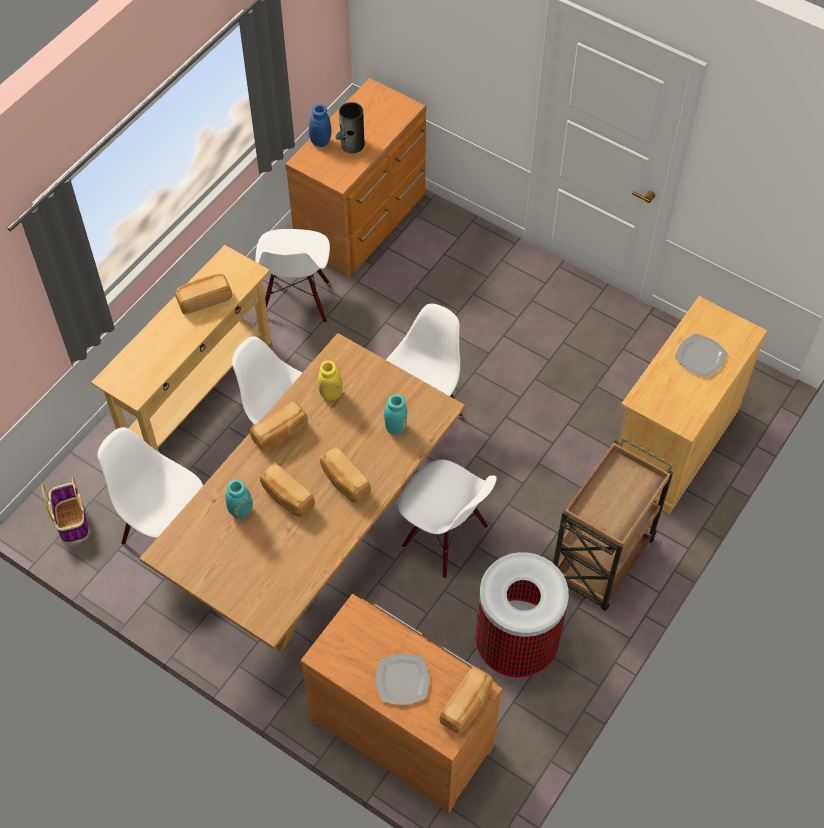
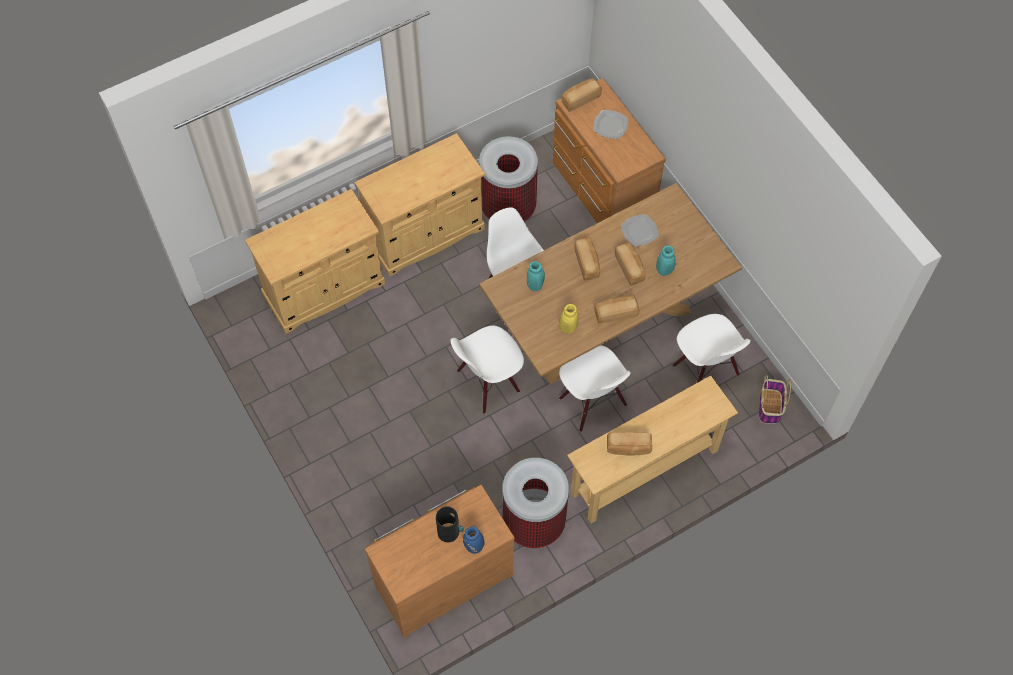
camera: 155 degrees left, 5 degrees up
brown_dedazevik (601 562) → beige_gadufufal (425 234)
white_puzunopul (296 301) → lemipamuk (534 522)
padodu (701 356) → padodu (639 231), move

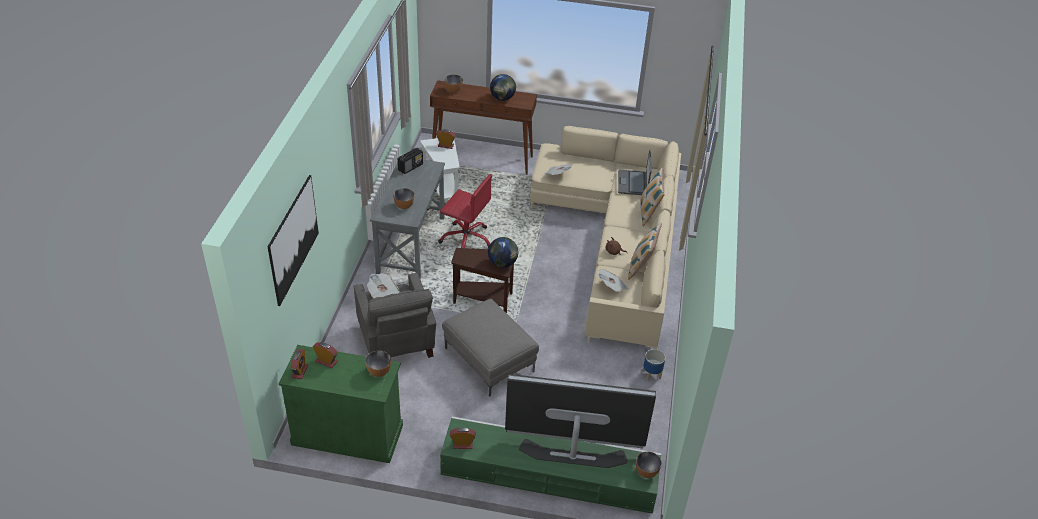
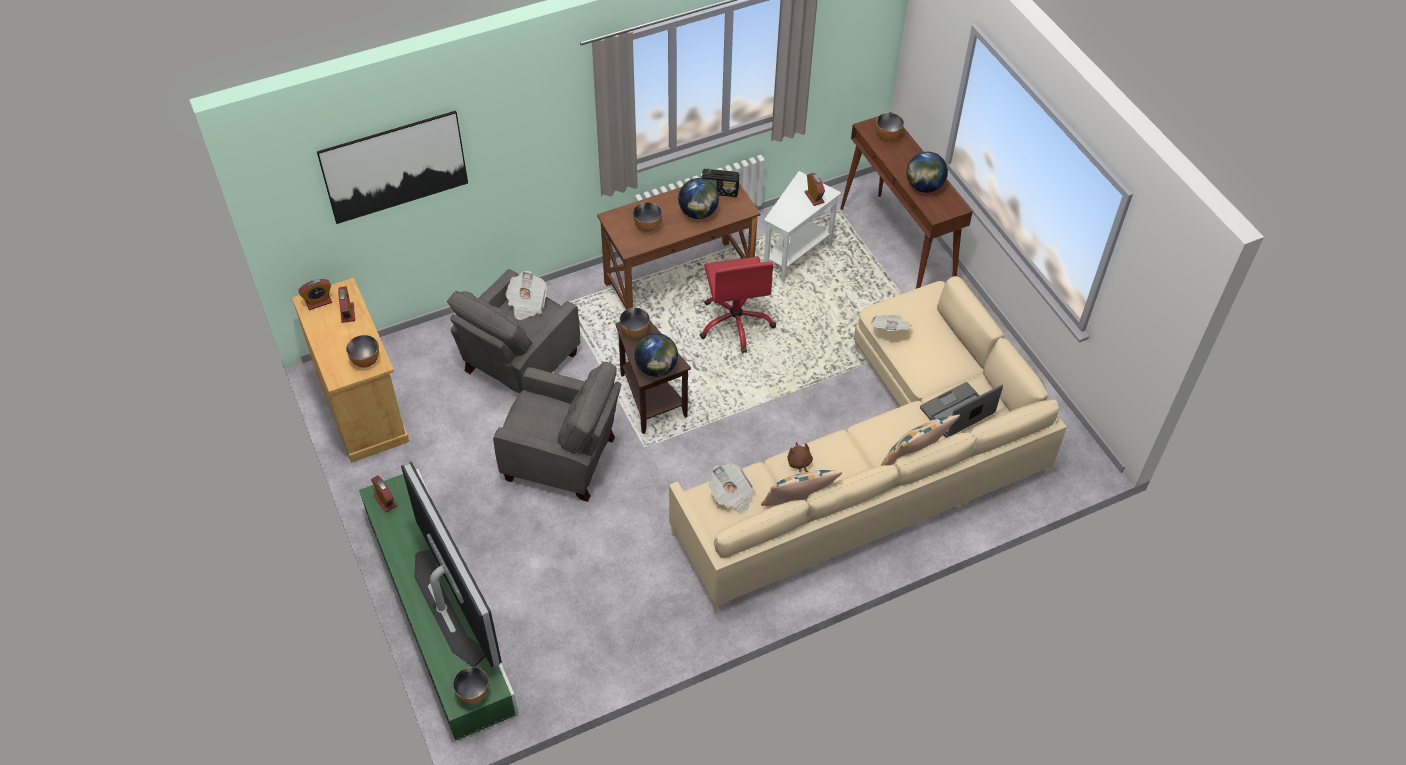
camera: 55 degrees right, 10 degrees up
green_gadufufal (347 434) → beige_gadufufal (362 406)
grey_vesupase (490 360) → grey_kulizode (563 459)
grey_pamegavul (410 244) → brown_pamegavul (678 281)
- → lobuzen (634 332)
- → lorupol (698 213)
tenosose (651 375) → -

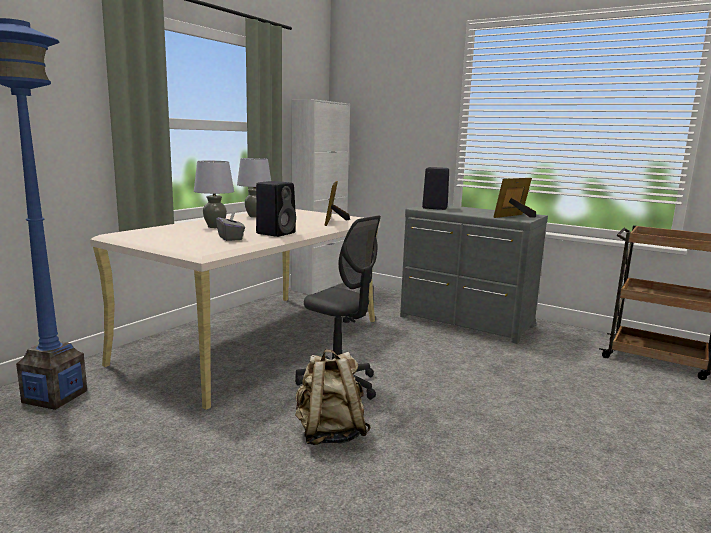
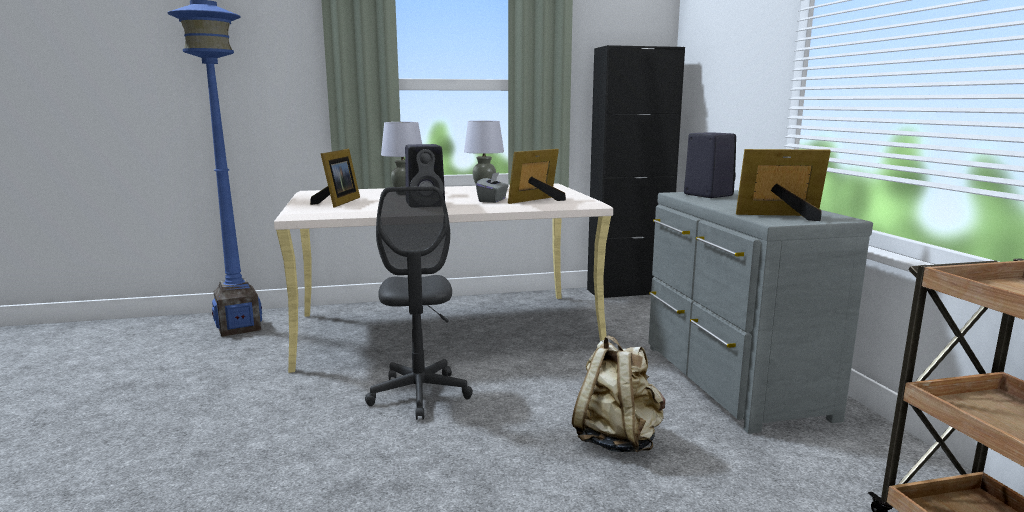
camera: 45 degrees right, 0 degrees up
- → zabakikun (338 202)
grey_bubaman (230 238) → grey_bubaman (492 200), move
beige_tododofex (330 433) → beige_tododofex (617 440), move
white_gadufufal (319 286) → black_gadufufal (627 291)

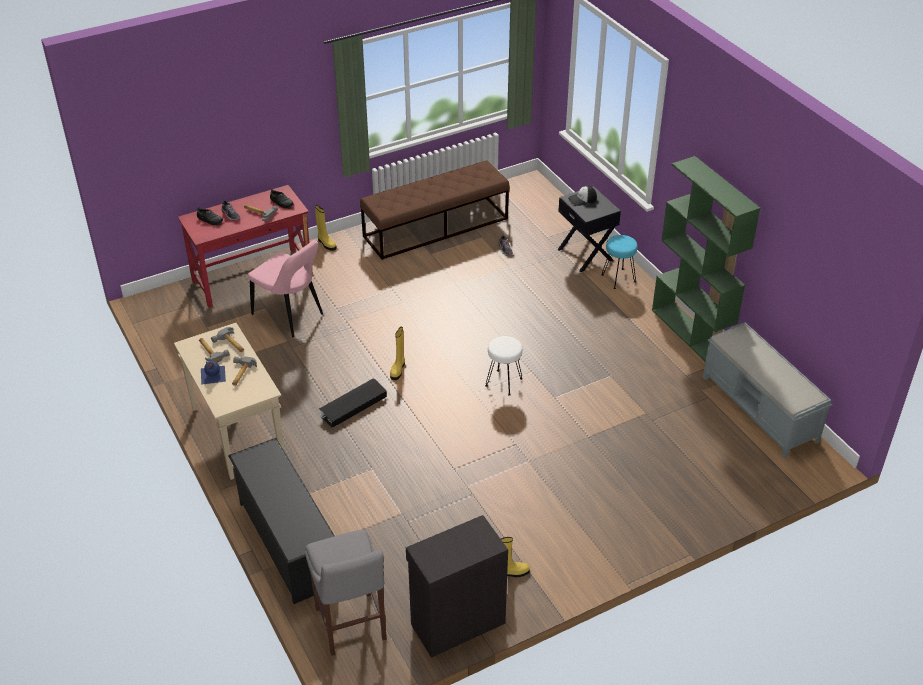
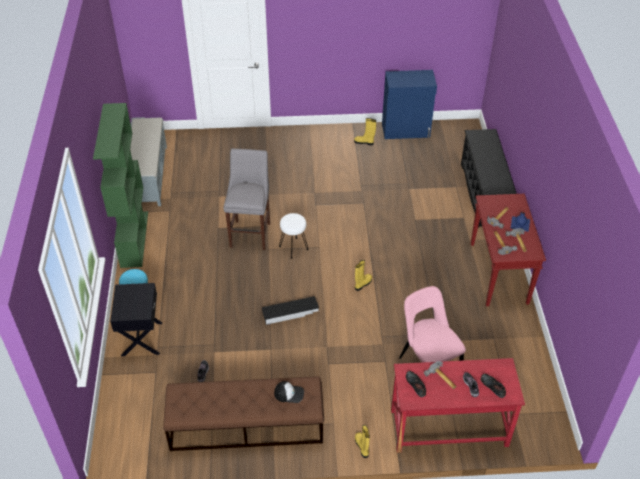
camera: 155 degrees left, 5 degrees up
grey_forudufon (351 627) → grey_forudufon (251 233), move
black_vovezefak (353 406) → black_vovezefak (290 312), move
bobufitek (582 199) → bobufitek (289 393), move
black_gadufufal (456 622) → blue_gadufufal (406 131)
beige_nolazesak (236 433) → red_nolazesak (499 274)

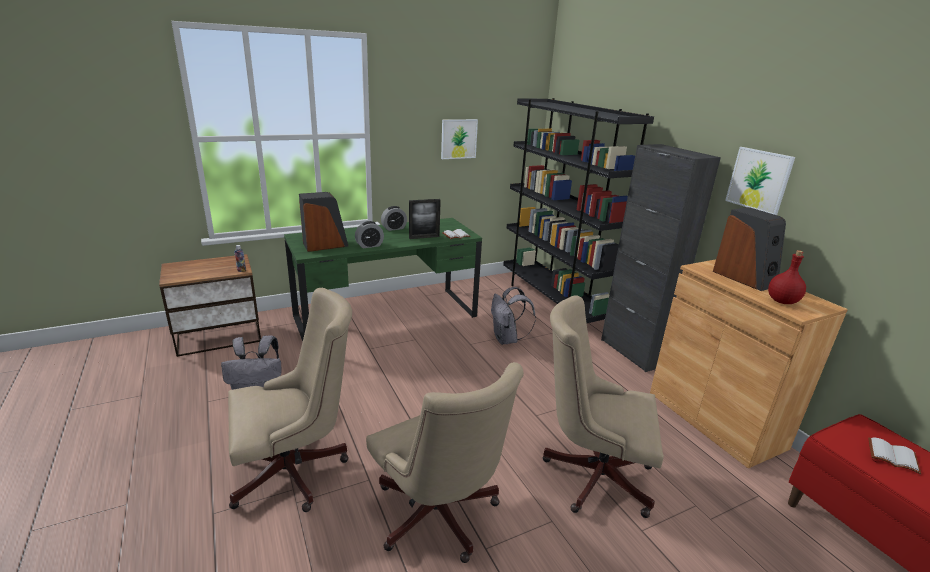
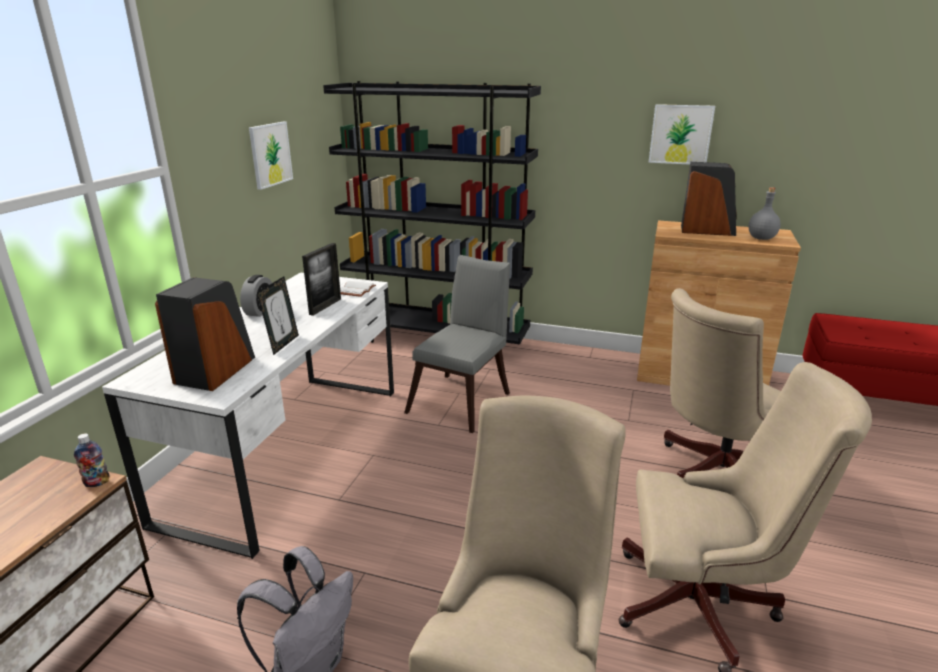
camera: 45 degrees left, 0 degrees up
green_pamegavul (386 316) → white_pamegavul (289 450)
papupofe (369 245) → zabakikun (283 344)
grey_tododofex (507 340) → grey_puzunopul (463 400)
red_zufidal (782 302) → grey_zufidal (762 238)
black_gadufufal (632 352) → -
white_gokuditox (892 456) → -

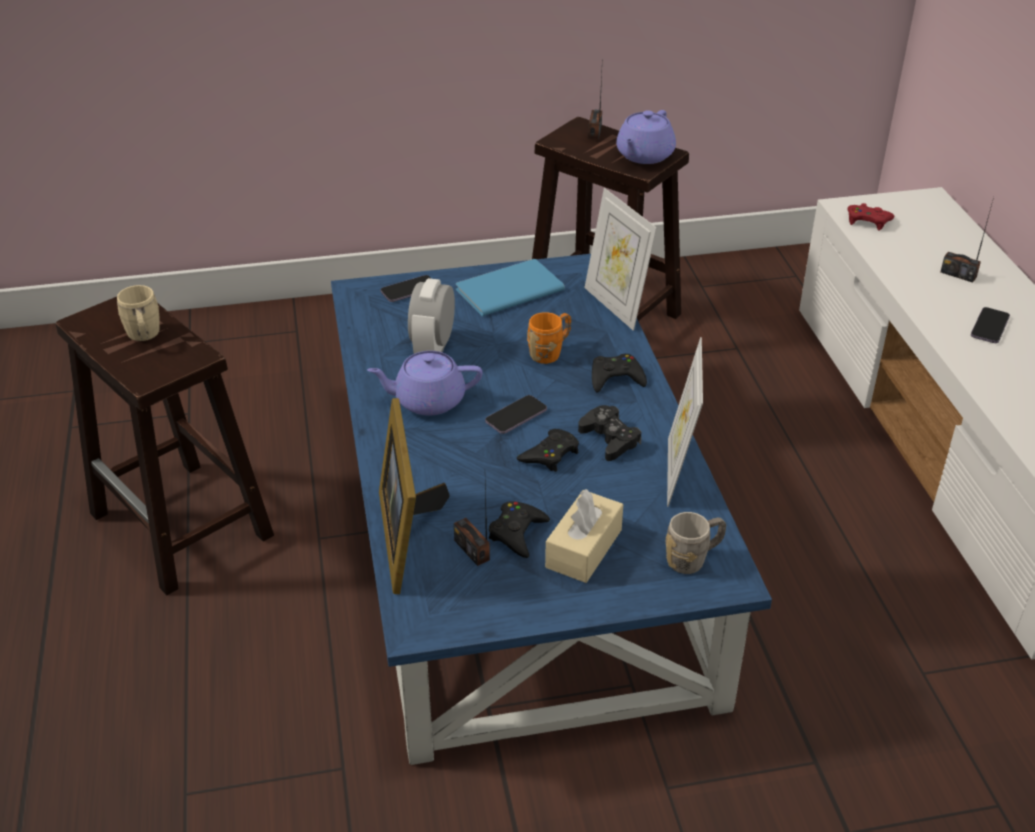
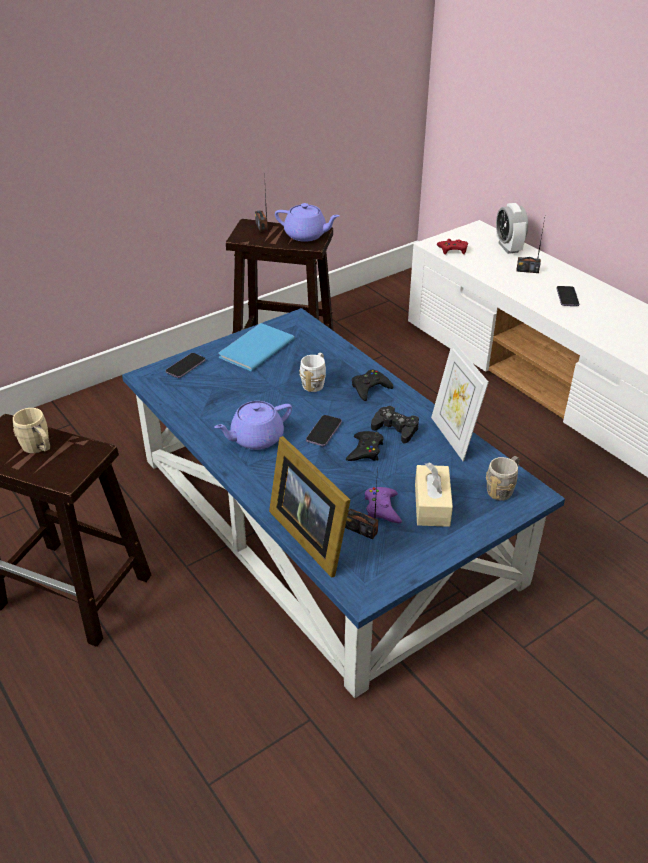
camera: 25 degrees left, 0 degrees up
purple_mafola (644 156) → purple_mafola (306 235), 75 degrees counterclockwise
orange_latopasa (550 352) → white_latopasa (315 383)
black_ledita (517 533) → purple_ledita (382 508)
papupofe (433 349) → papupofe (508 247), move
zabakikun (616 306) → -

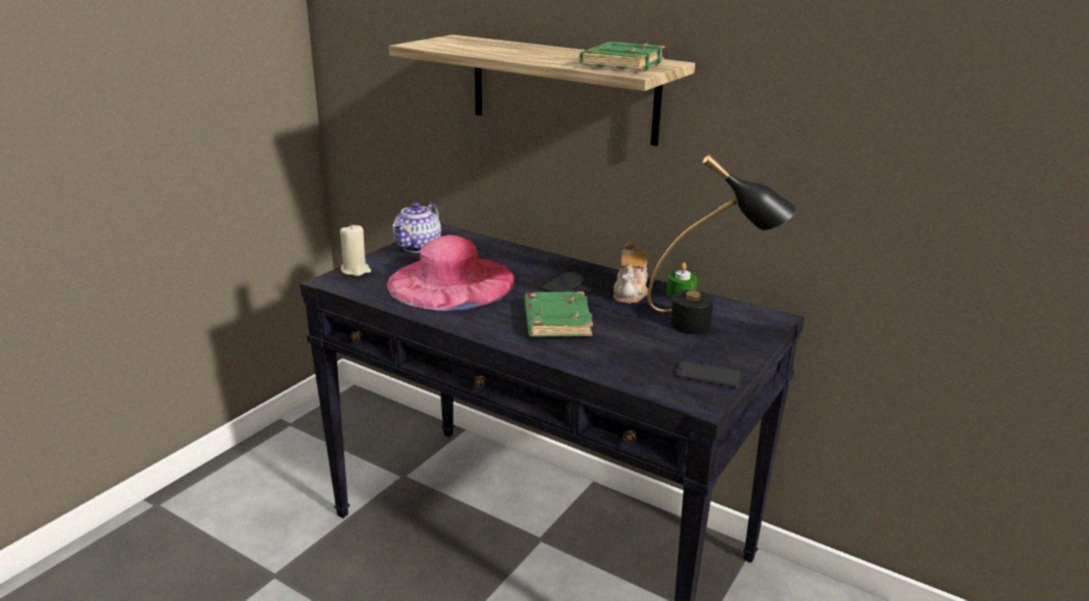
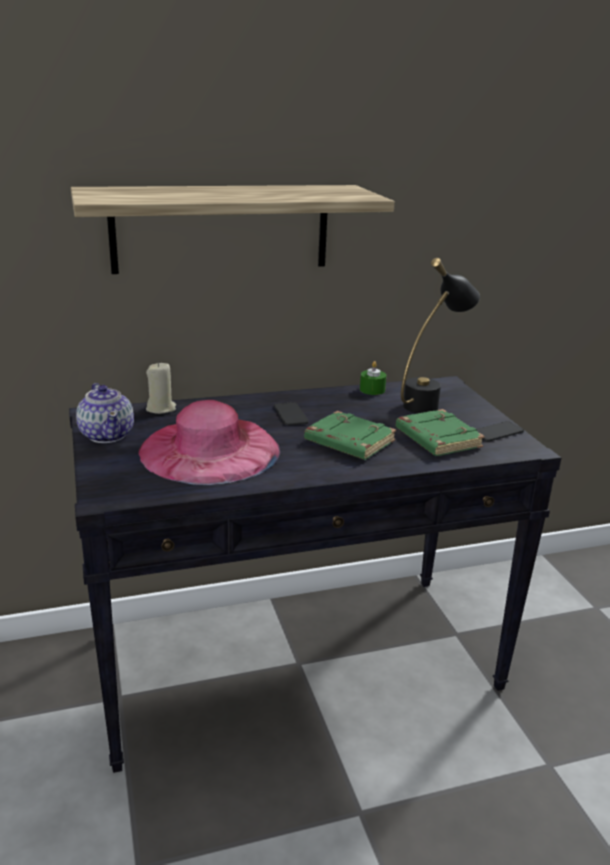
camera: 50 degrees left, 0 degrees up
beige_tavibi (355 270) → beige_tavibi (161 408), move
green_gokuditox (621 64) → green_gokuditox (436 439), move
mafola (631 293) → -

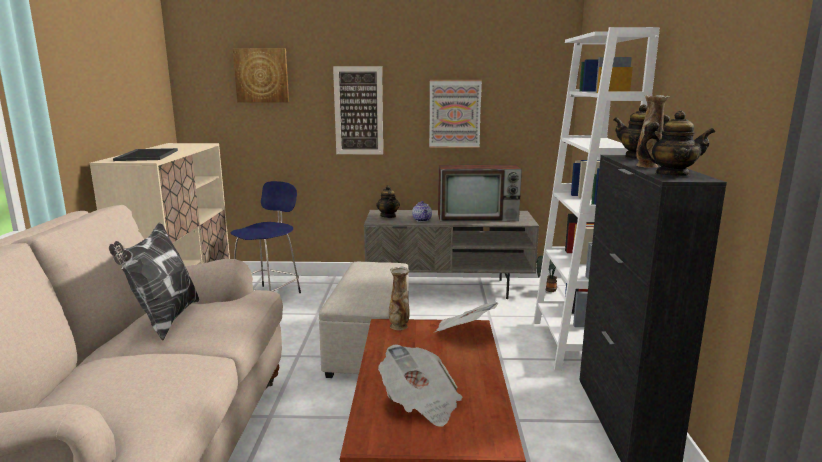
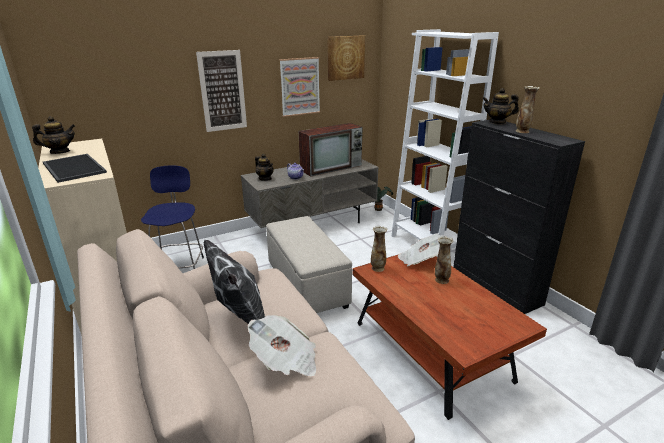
camera: 30 degrees left, 10 degrees up
mafola (671 175) → mafola (60 152), move
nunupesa (420 403) → nunupesa (285 361), move
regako (262 75) → regako (345 57), move
- → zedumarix (441 280)

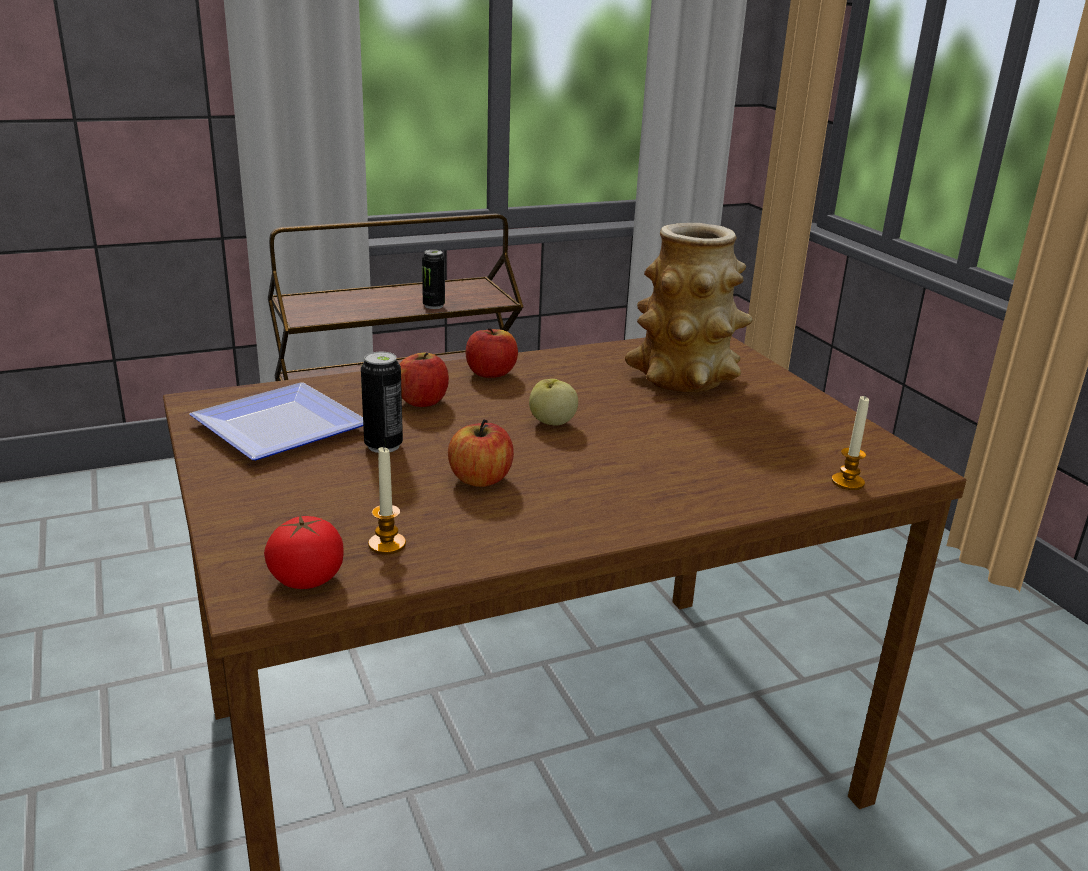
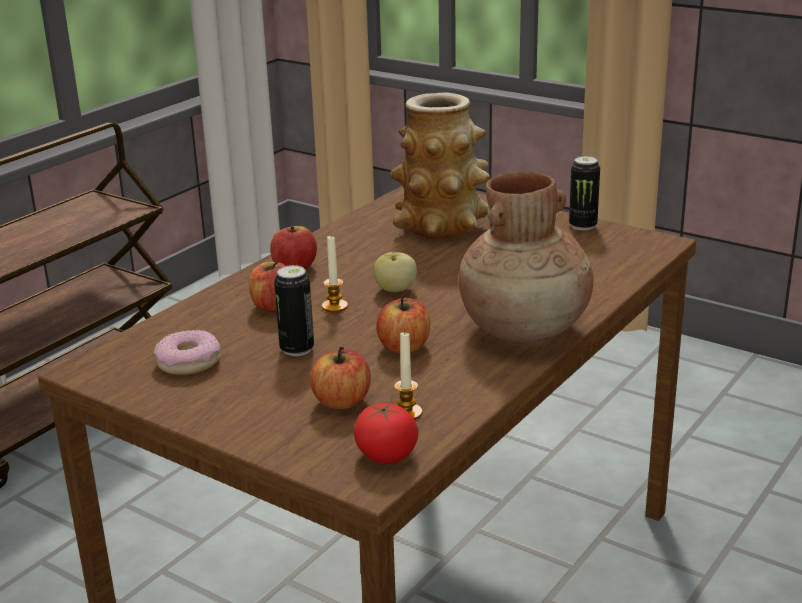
camera: 30 degrees left, 0 degrees up
padodu (282 424) → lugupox (188 362)
- → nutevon (342 401)
tavibi (847 482) → tavibi (334 306), move
- → brown_zedumarix (526 329)
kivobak (433 306) → kivobak (582 226), move

